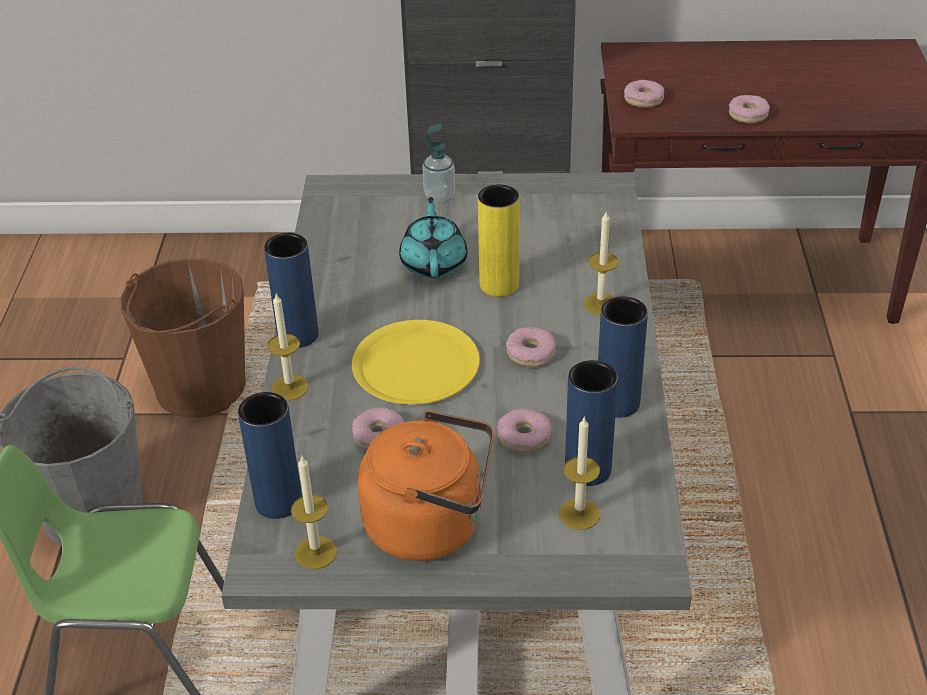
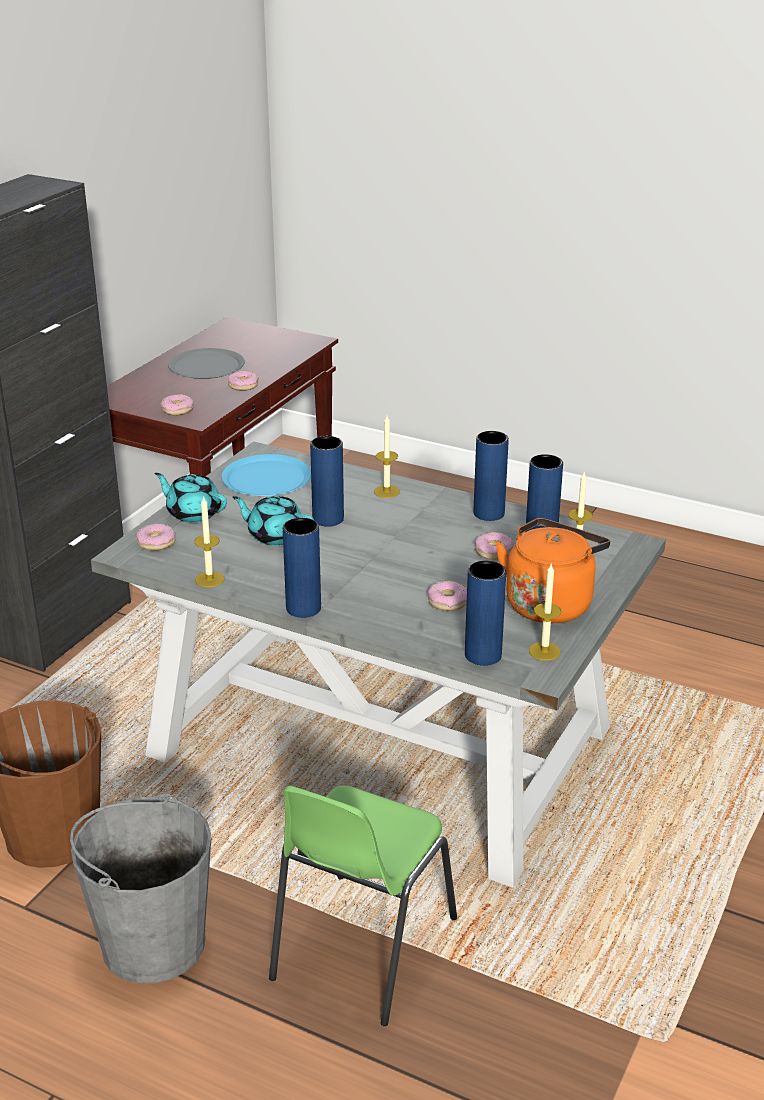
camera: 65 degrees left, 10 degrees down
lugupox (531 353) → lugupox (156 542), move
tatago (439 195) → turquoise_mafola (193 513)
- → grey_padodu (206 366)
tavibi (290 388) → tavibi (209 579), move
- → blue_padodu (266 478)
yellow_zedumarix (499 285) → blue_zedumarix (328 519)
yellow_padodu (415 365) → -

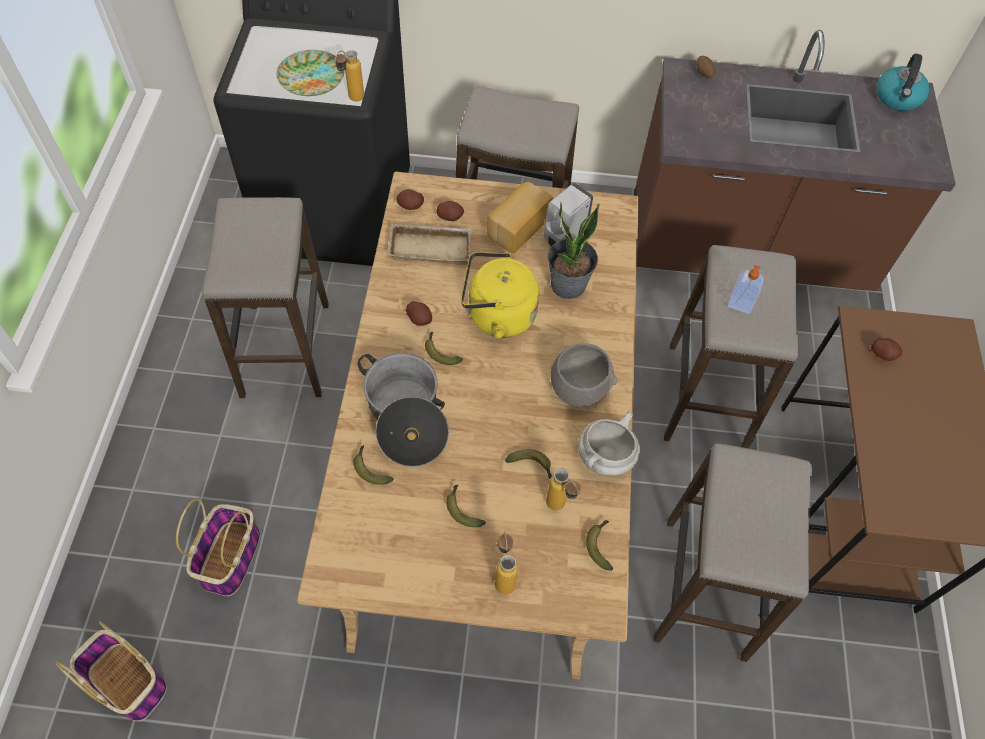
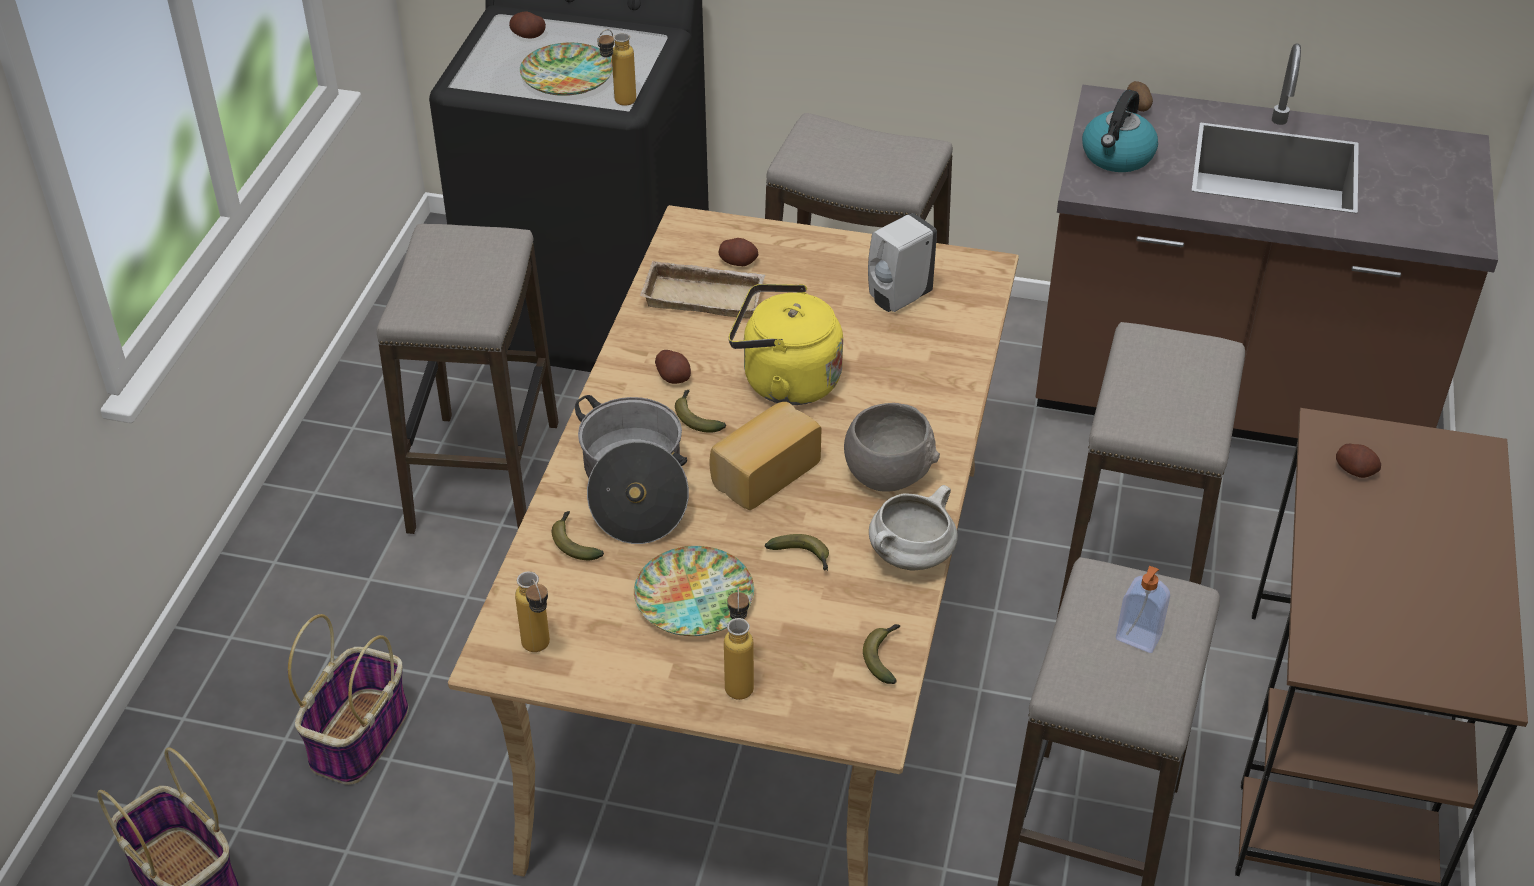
camera: 10 degrees right, 15 degrees down
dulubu (410 206) → dulubu (528 35), move
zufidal (560 508) → zufidal (540 651), move
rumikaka (462 509) → padodu (695 598)
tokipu (516 227) → tokipu (762 472), move
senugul (898 98) → senugul (1117 156), move
tatago (739 305) → tatago (1137 639), move
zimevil (568 285) → -

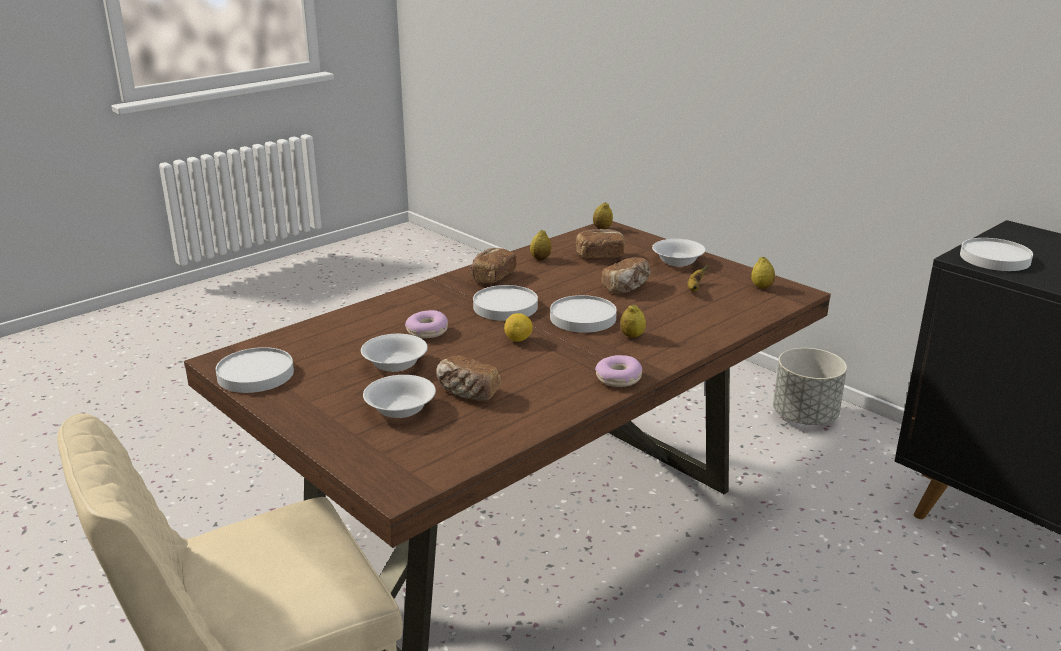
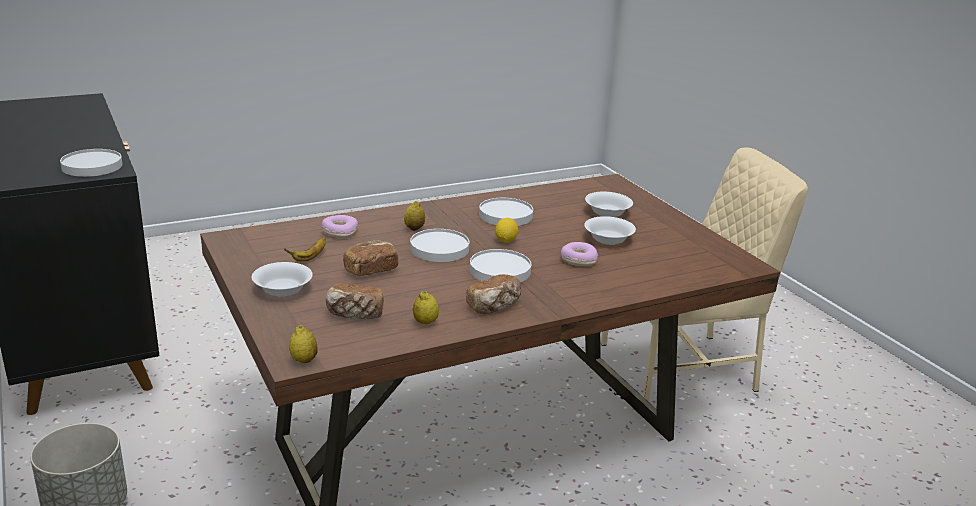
camera: 165 degrees left, 0 degrees up
lugupox (618 379) → lugupox (339 232), move
white_padodu (255 374) → white_padodu (505 215), move
tokipu (467 393) → -
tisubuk (761 287) → -

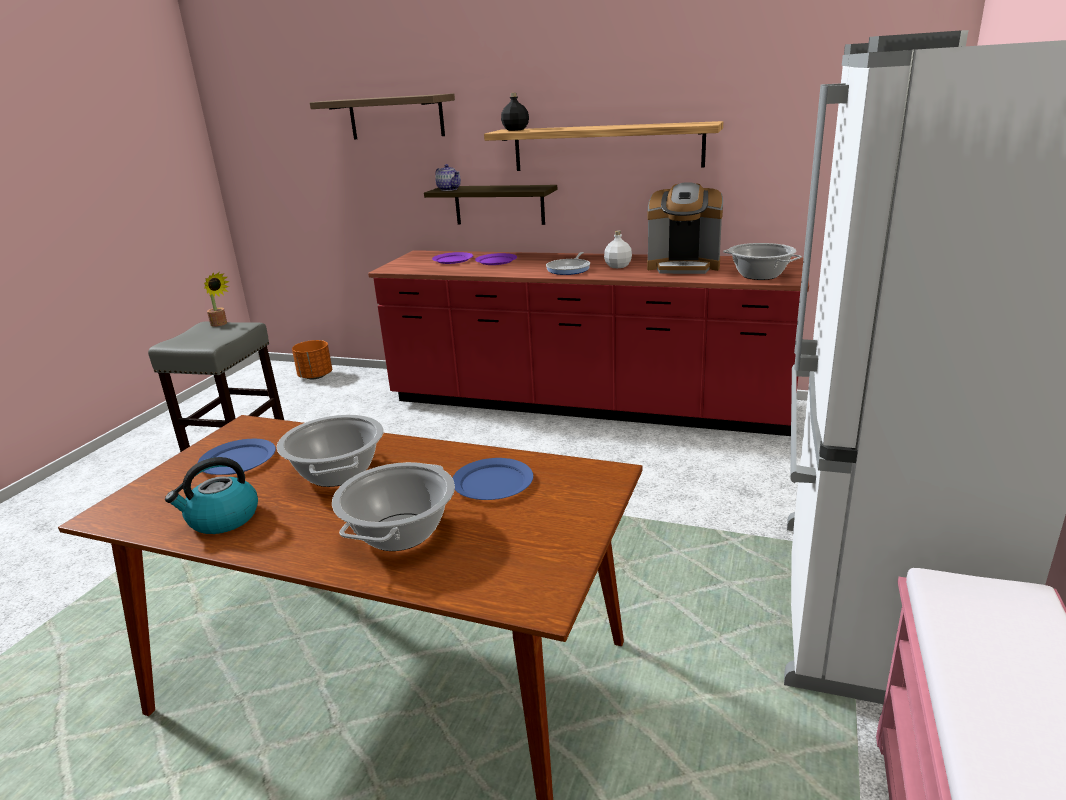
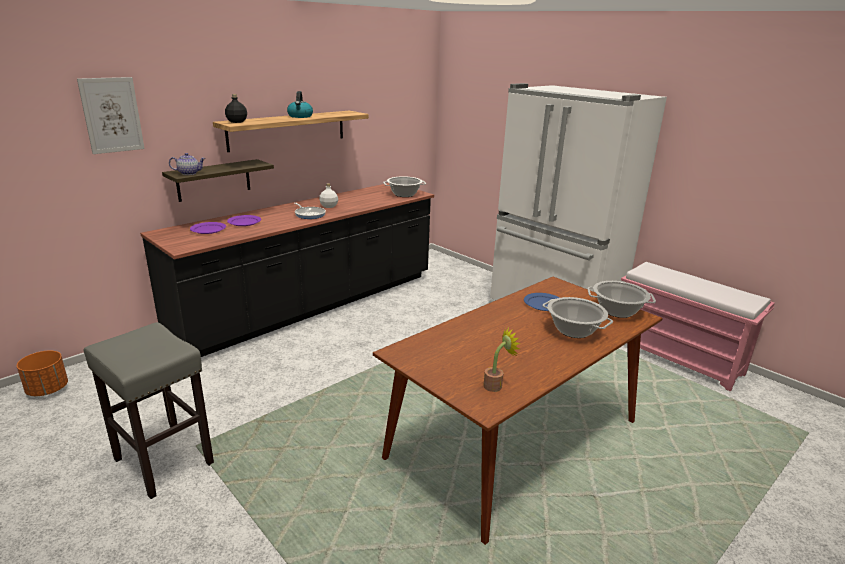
camera: 65 degrees left, 0 degrees up
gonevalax (396 117) → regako (112 115)
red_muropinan (585 405) → black_muropinan (311 306)
senugul (222 519) → senugul (300 116), move
zimevil (220 324) → zimevil (496 385), move
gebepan (338 473) → gebepan (617 311), move
blue_padodu (238 460) → -
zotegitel (683 266) → -

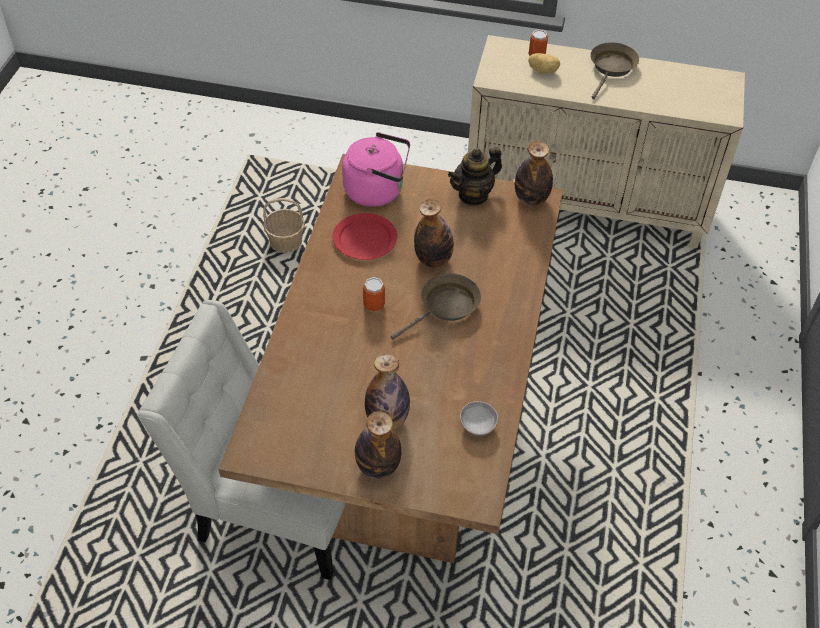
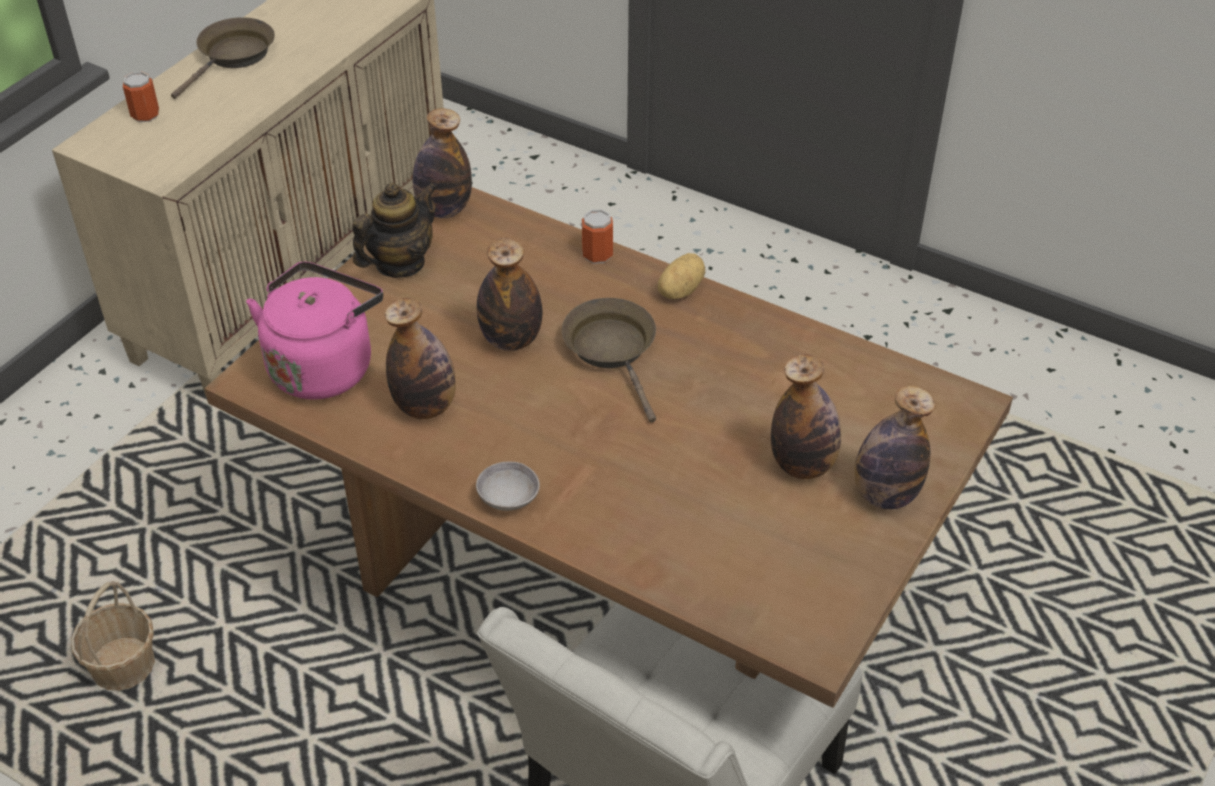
camera: 70 degrees left, 5 degrees down
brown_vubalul (611 68) → brown_vubalul (233 56), 75 degrees clockwise
mafola (473 195) → mafola (400 263), 120 degrees counterclockwise
red_padodu (364 239) → zufidal (425 406)
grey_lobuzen (478 425) → grey_lobuzen (508 498), move
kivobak (374 305) → kivobak (597 255), move
dulubu (543 71) → dulubu (679 290), move

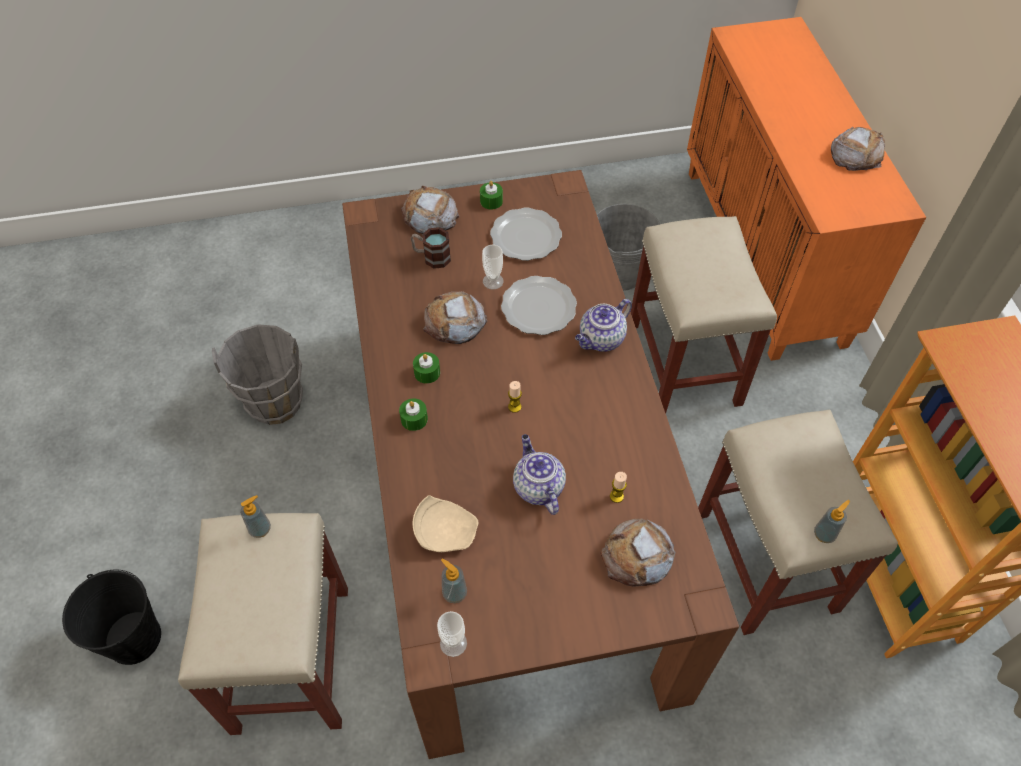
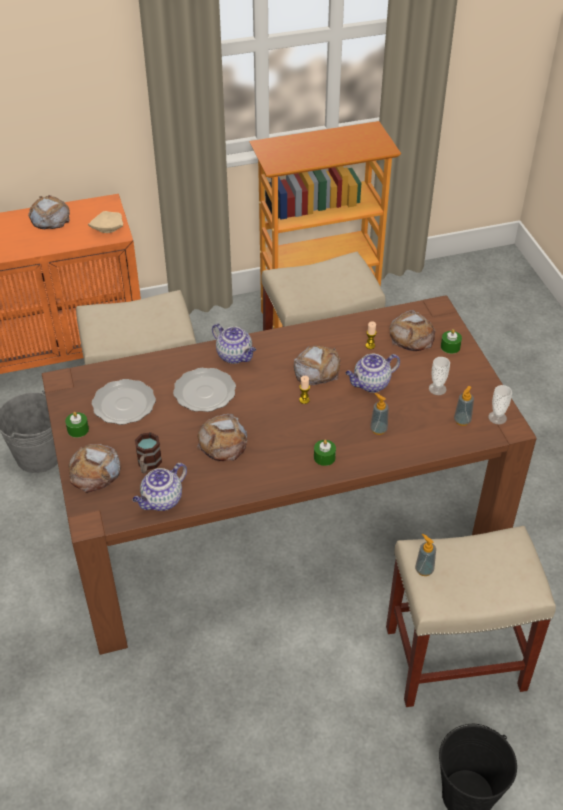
camera: 95 degrees left, 10 degrees down
beige_padodu (445 530) → beige_padodu (107 229), move
- → mafola (162 501)
- → tokipu (317 369)
tatago (824 534) → tatago (378 429), move
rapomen (493 281) → rapomen (437 389), move
green_tavibi (427 372) → green_tavibi (450 347), move
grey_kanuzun (275 402) → -

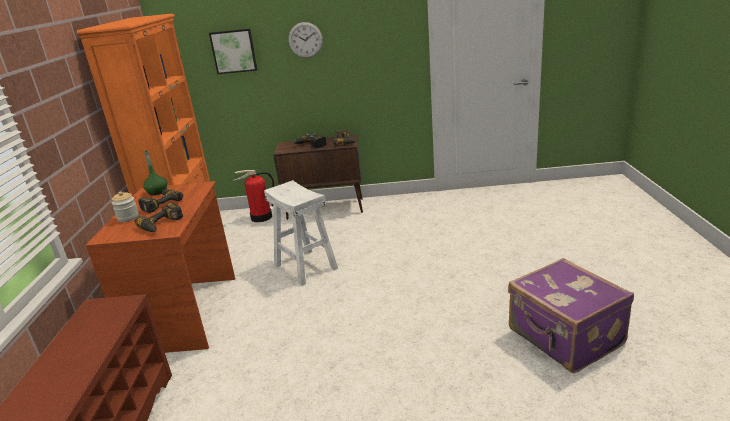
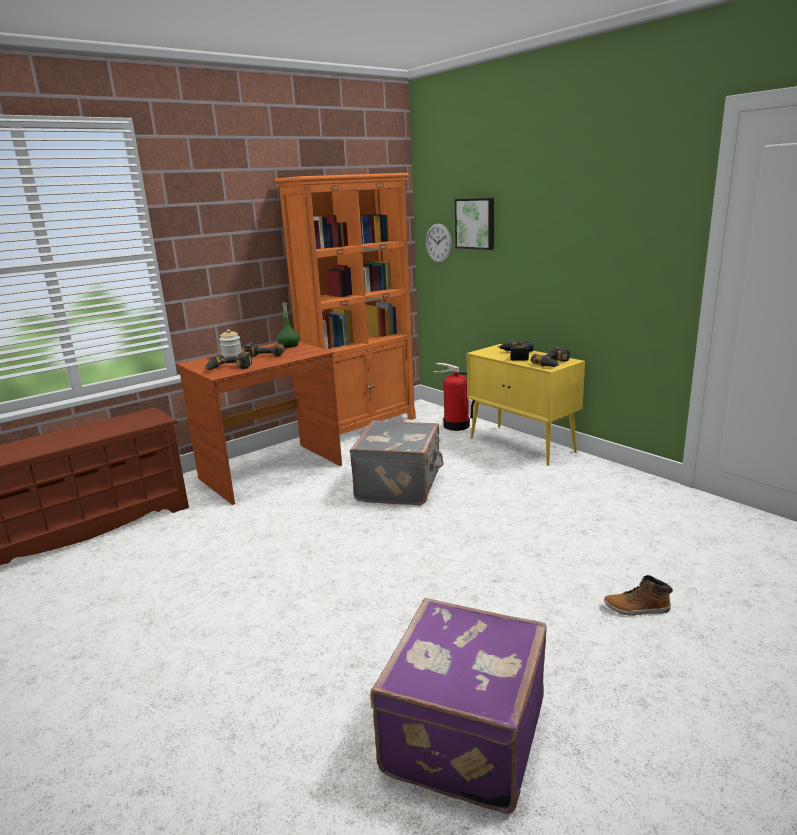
camera: 50 degrees right, 5 degrees down
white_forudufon (305 266) → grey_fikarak (400 486)
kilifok (305 40) → kilifok (438 243), move
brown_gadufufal (326 209) → yellow_gadufufal (522 445)
- → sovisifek (637 608)

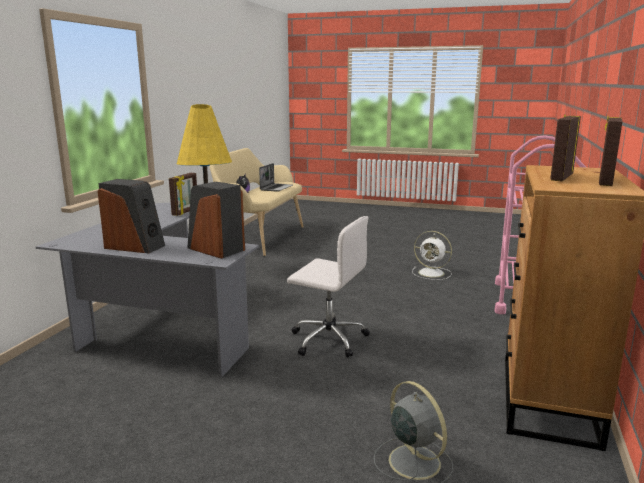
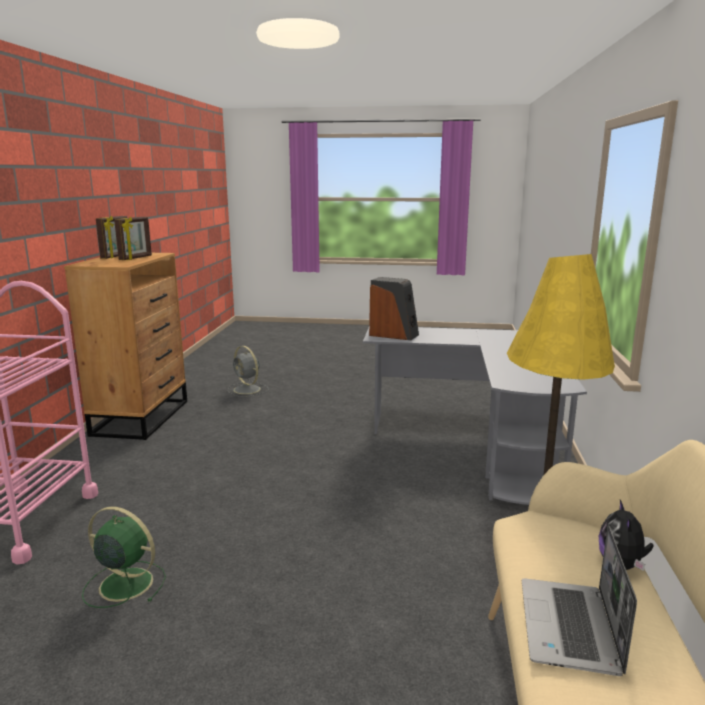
camera: 170 degrees right, 0 degrees up
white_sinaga (432 273) → green_sinaga (124 584)
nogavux (135 246) → -
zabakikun (186 212) → -
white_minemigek (327 339) → -

